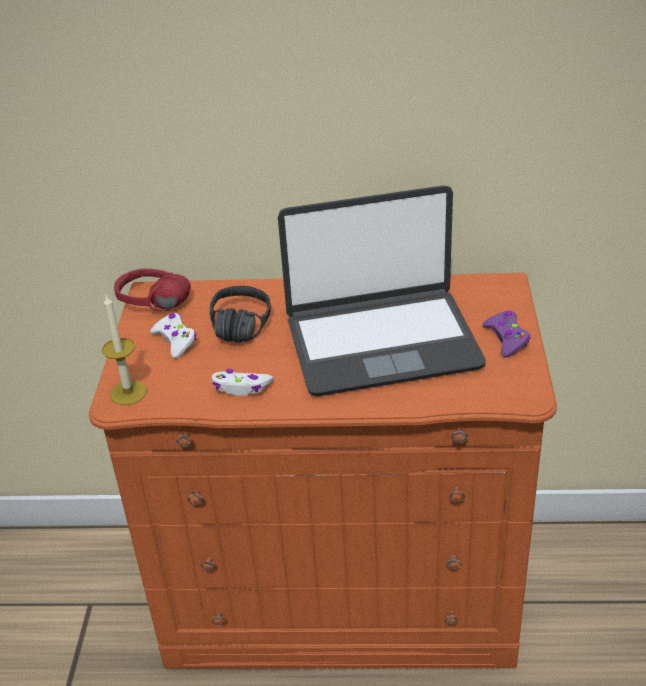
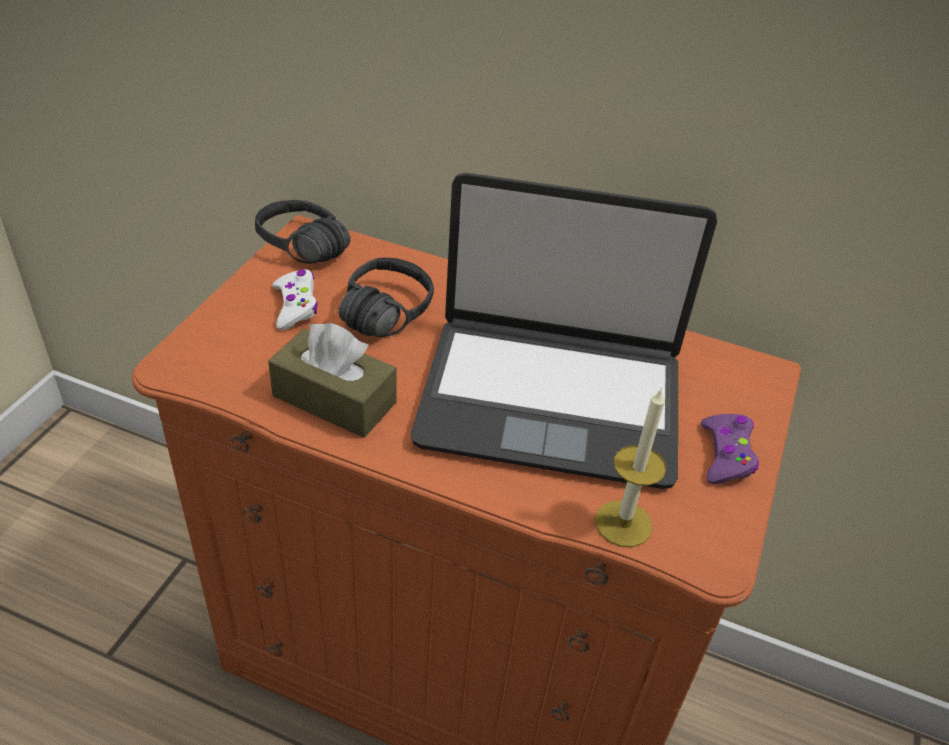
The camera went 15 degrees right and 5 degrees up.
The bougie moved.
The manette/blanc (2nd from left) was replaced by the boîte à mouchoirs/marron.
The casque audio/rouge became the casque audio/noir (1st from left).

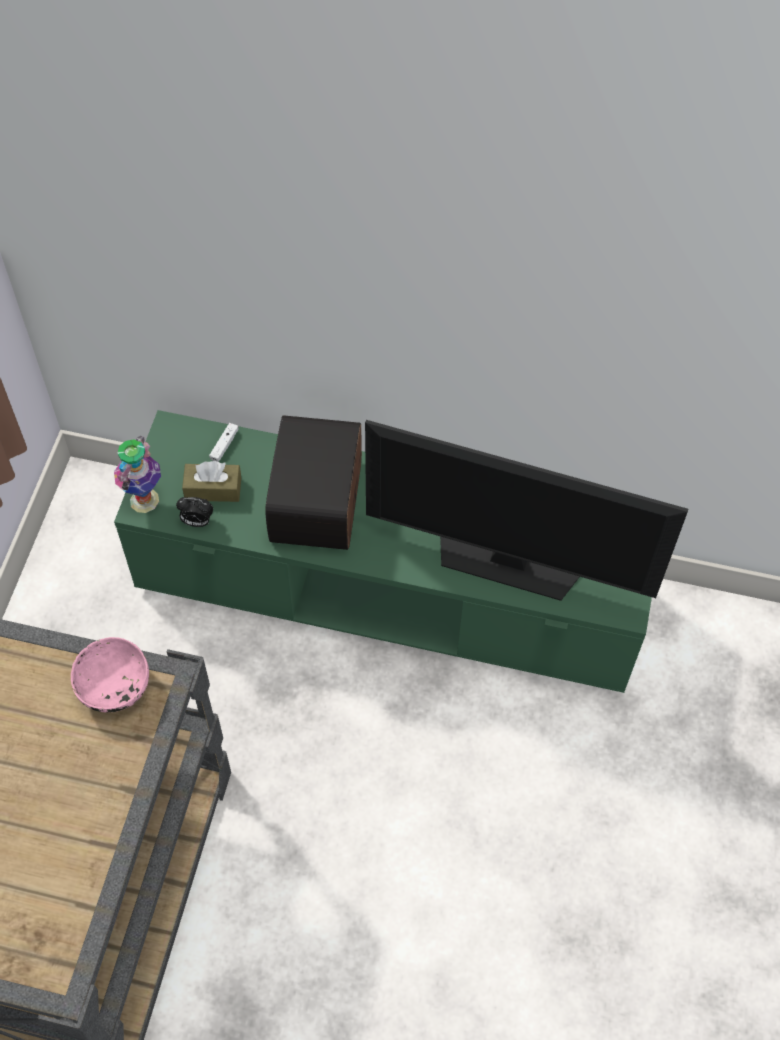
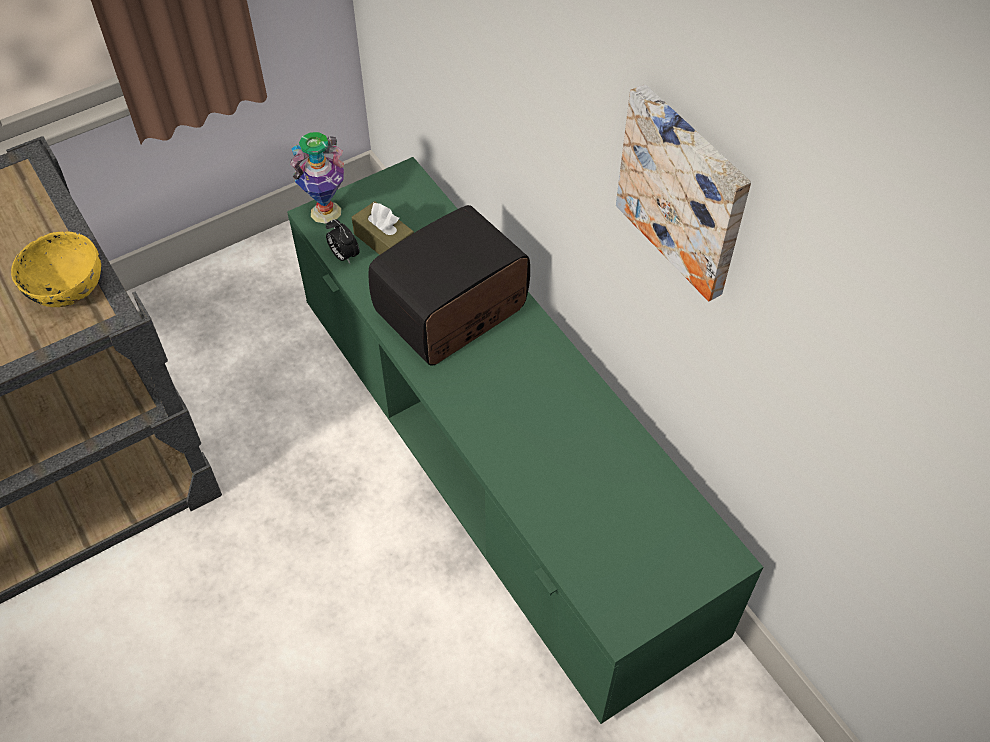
The camera went 45 degrees right and 5 degrees down.
The manette/blanc disappeared.
The téléviseur disappeared.
The tableau appeared.
The bol/rose became the bol/jaune.

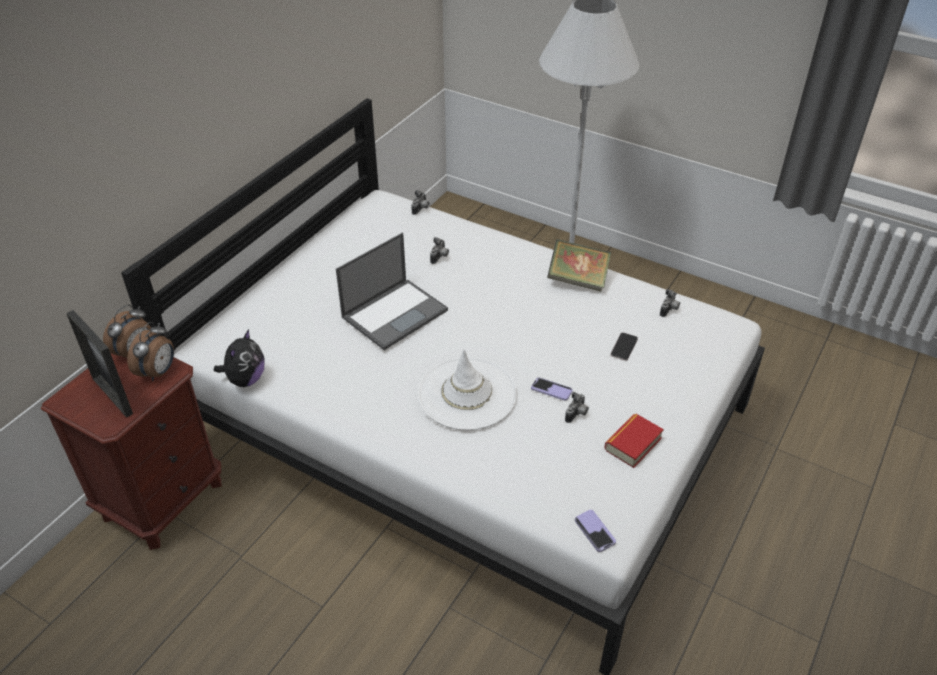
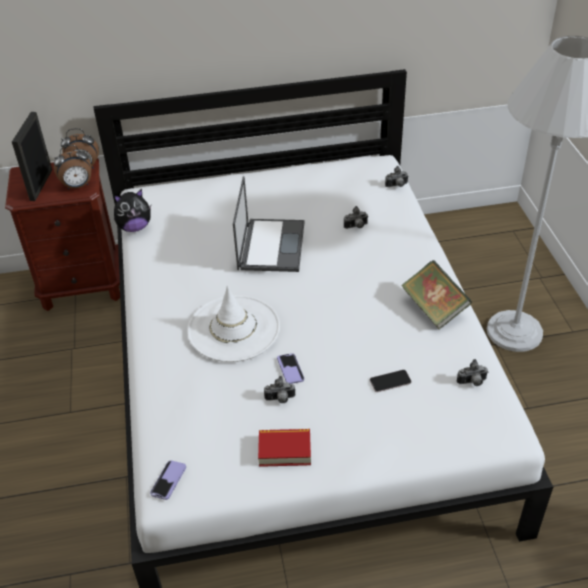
The camera went 50 degrees right and 0 degrees up.
The ordinateur portable turned 90 degrees counterclockwise.

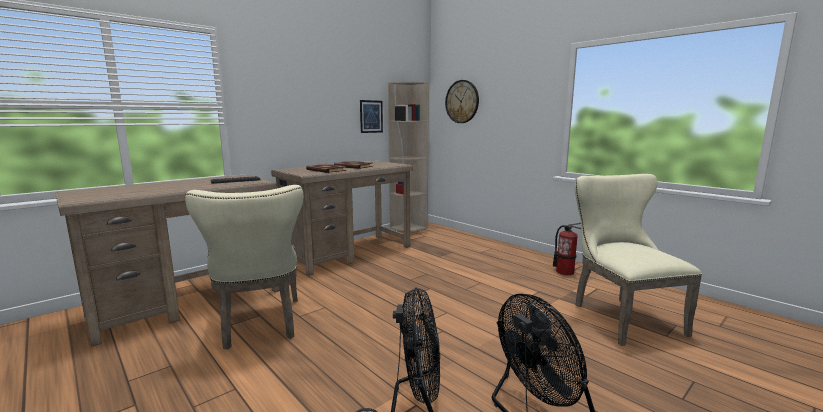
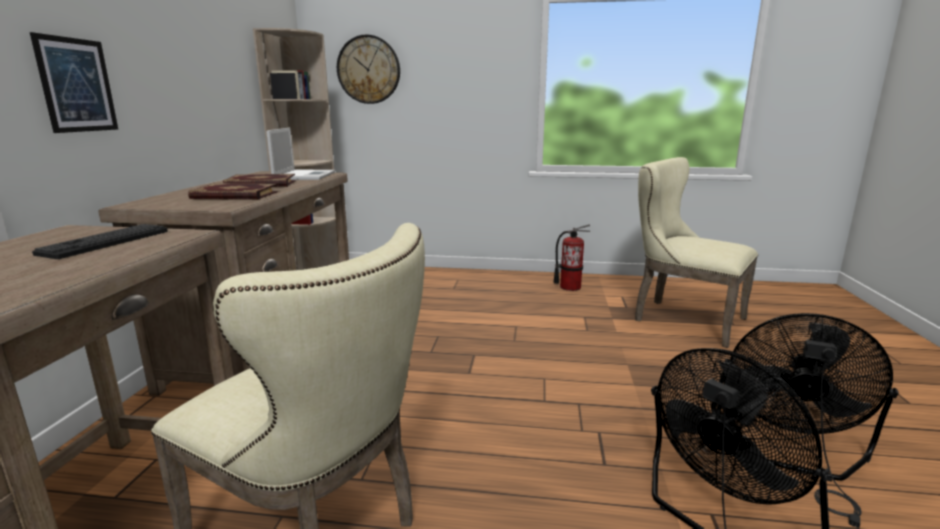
The camera went 40 degrees left and 5 degrees up.
The ordinateur portable appeared.
The tableau moved.

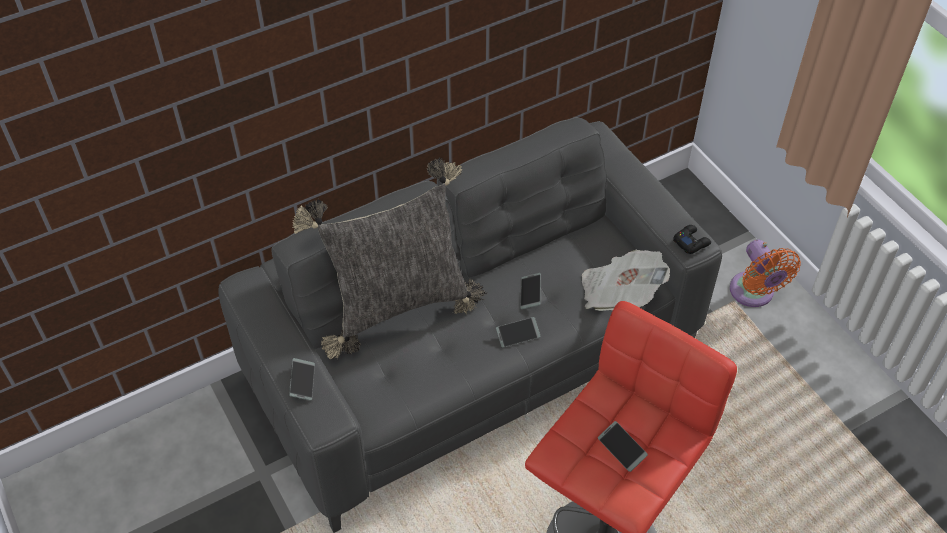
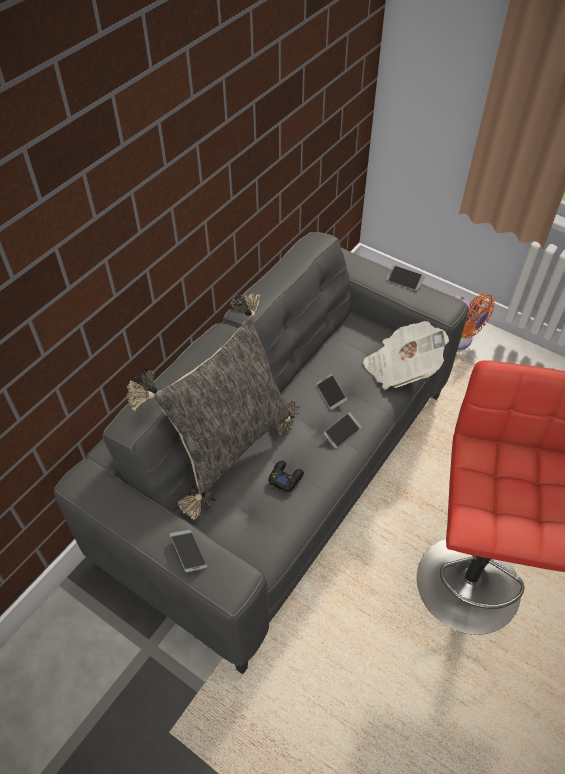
The camera went 25 degrees left and 0 degrees up.
The téléphone (4th from left) moved.
The manette/noir moved.

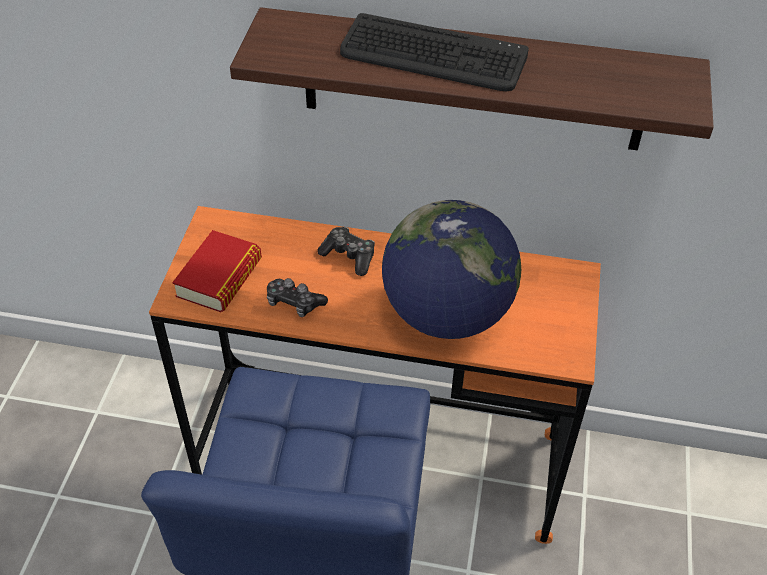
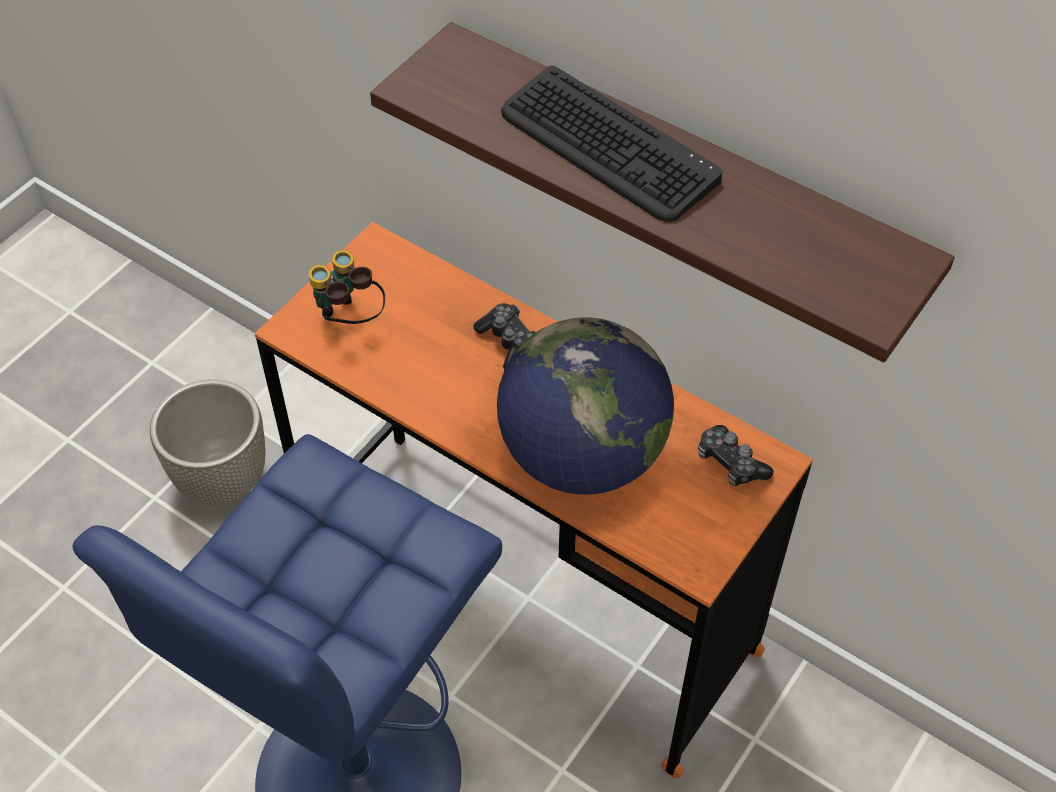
The camera went 25 degrees right and 5 degrees up.
The cache-pot/gris appeared.
The manette (1st from left in the first image) moved.
The livre was replaced by the jumelles.

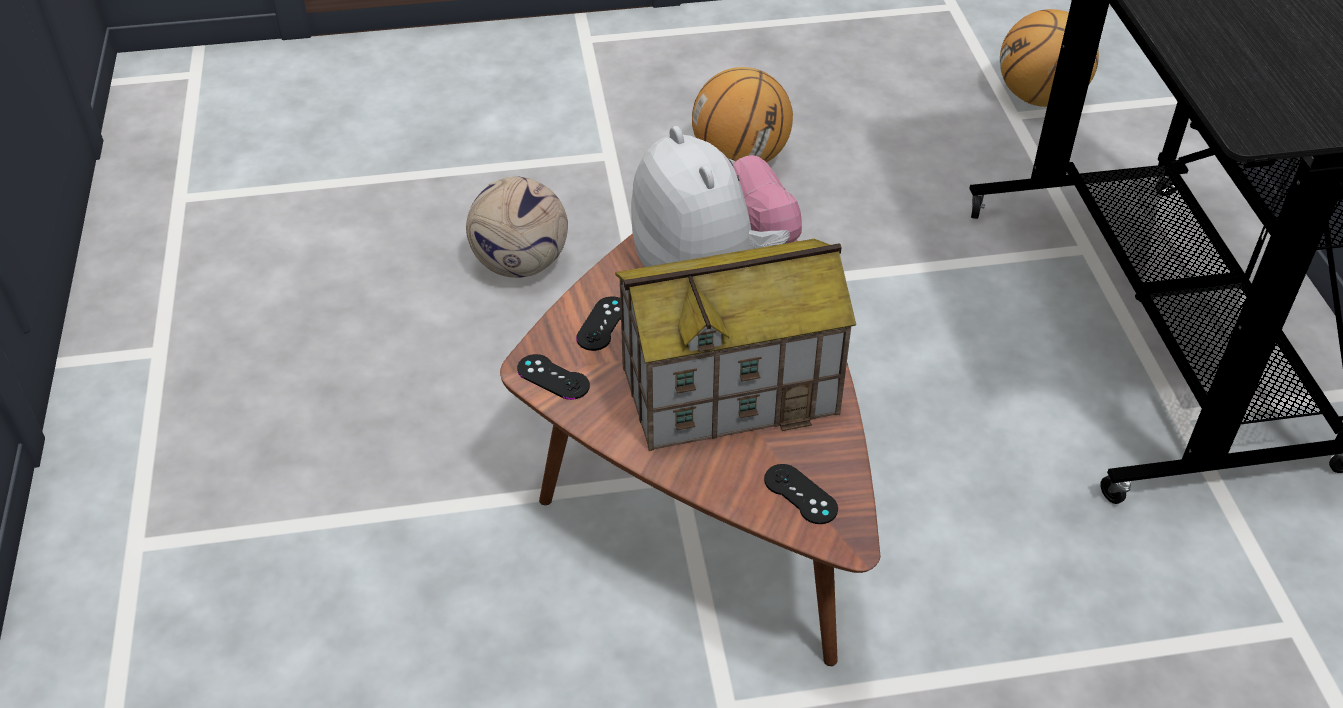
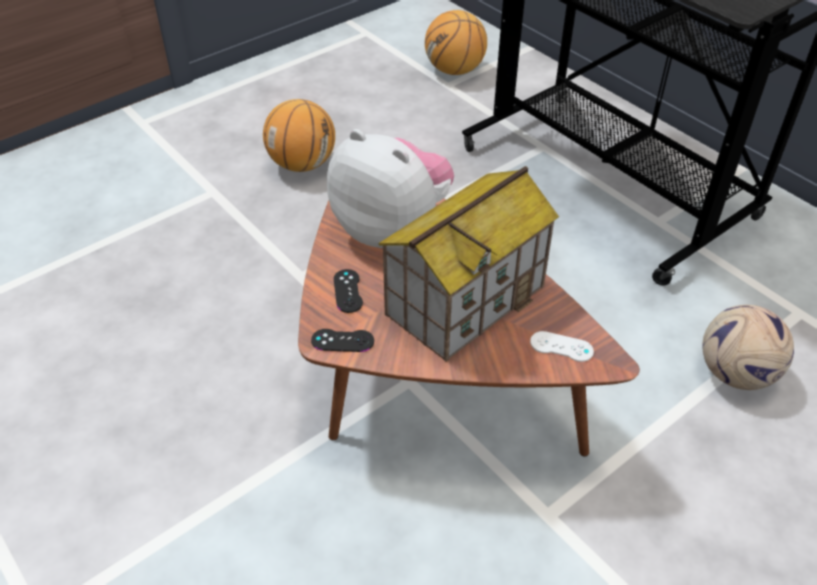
The camera went 30 degrees left and 0 degrees up.
The ballon de foot moved.
The manette/noir (3rd from left) became the manette/blanc.

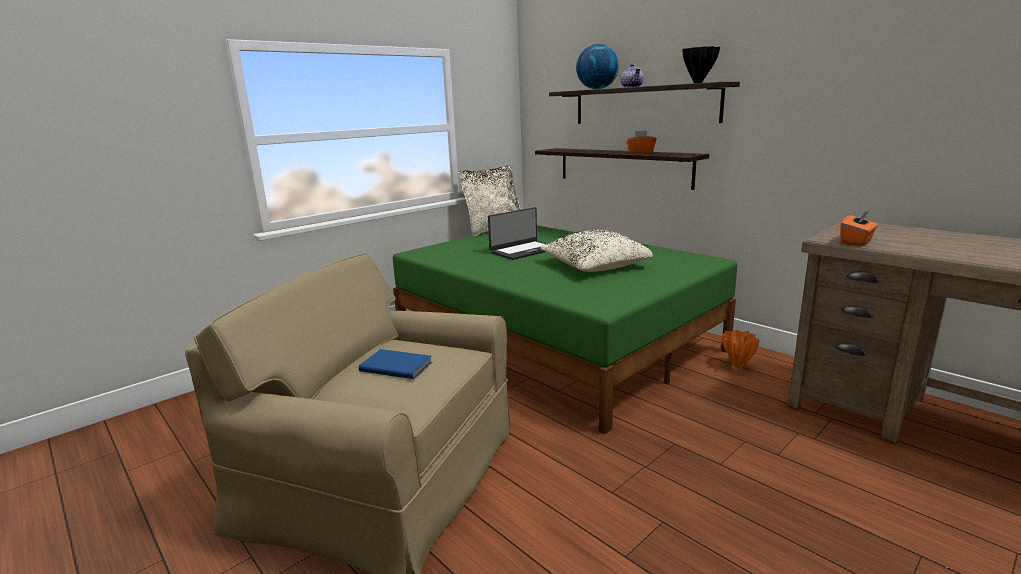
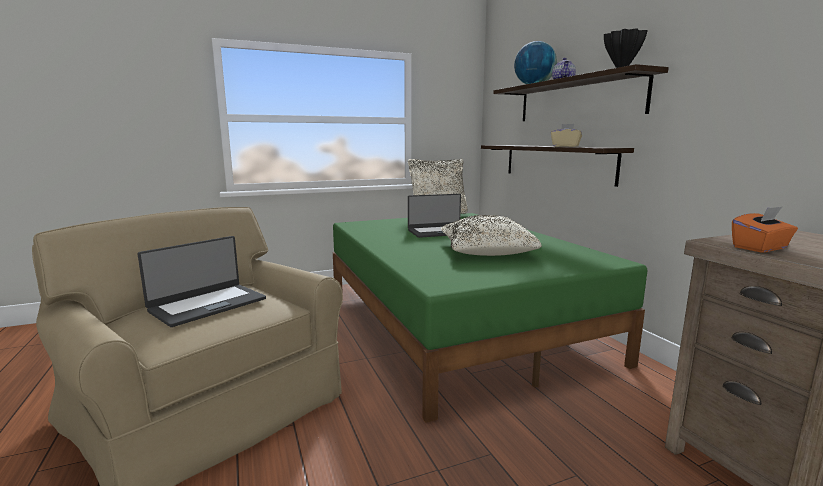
The camera went 20 degrees right and 5 degrees down.
The vase/orange disappeared.
The livre/bleu was replaced by the ordinateur portable (1st from left).
The boîte à mouchoirs/orange (1st from left) became the boîte à mouchoirs/beige.

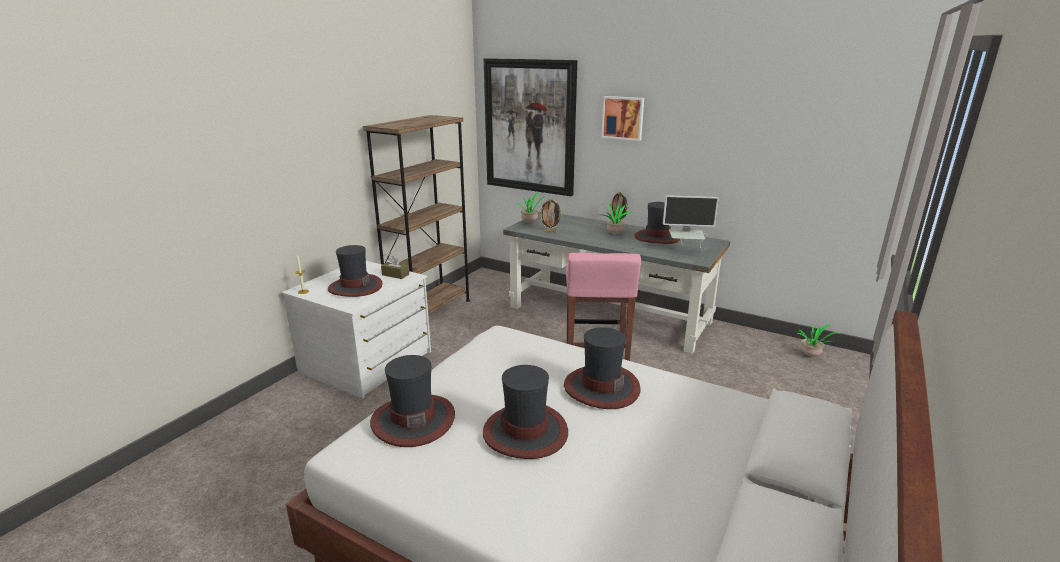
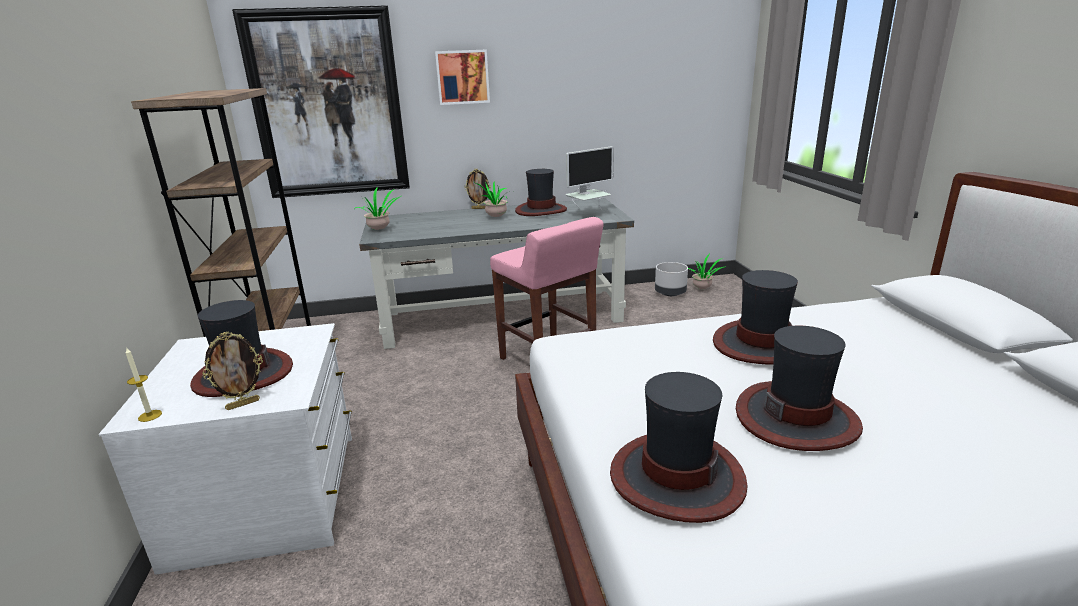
The camera went 40 degrees left and 0 degrees up.
The boîte à mouchoirs/marron disappeared.
The cache-pot/gris appeared.
The cadre photo (1st from left) moved.

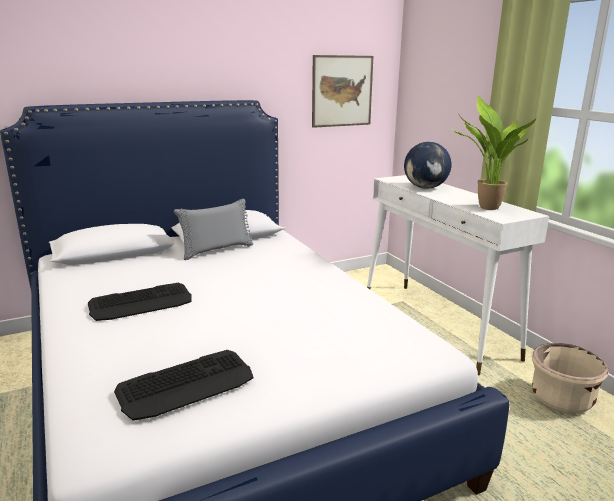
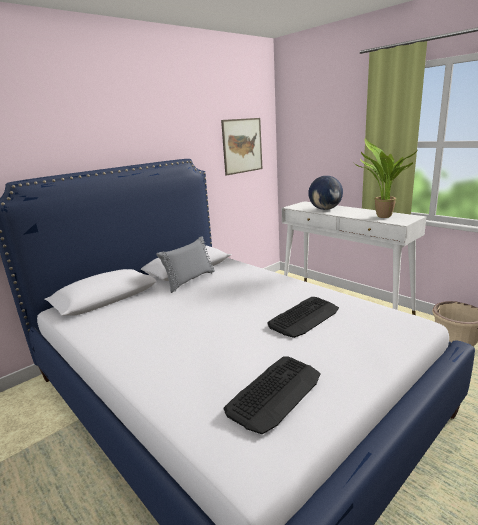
The camera went 15 degrees left and 0 degrees up.
The clavier (1st from left in the first image) moved.

